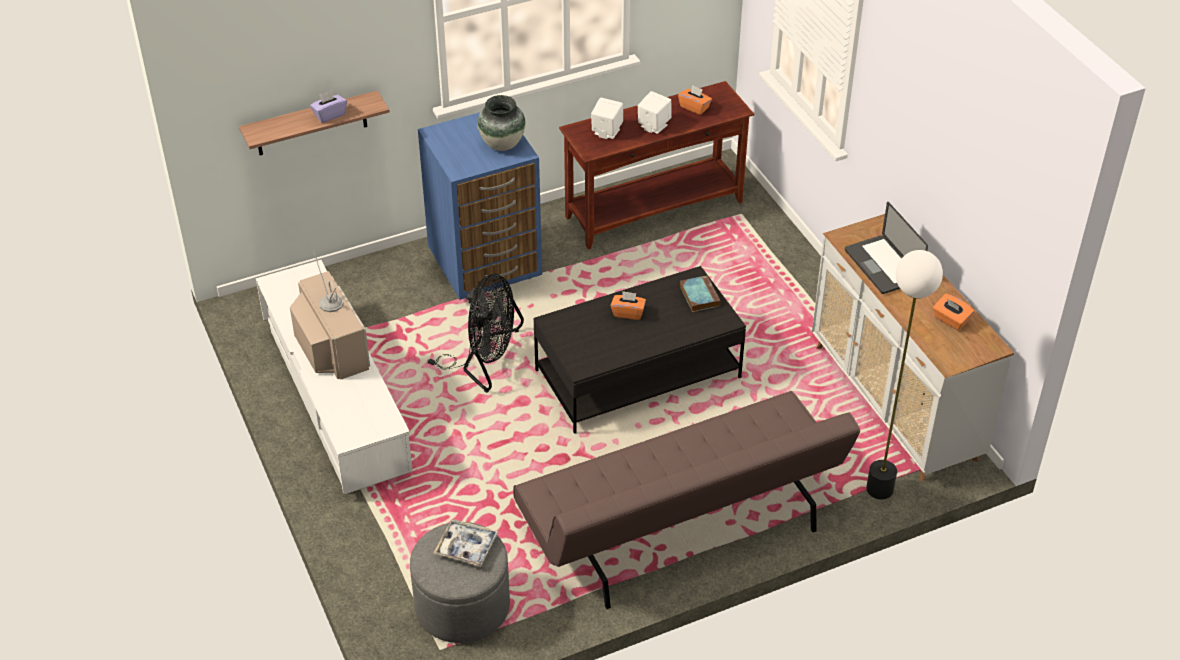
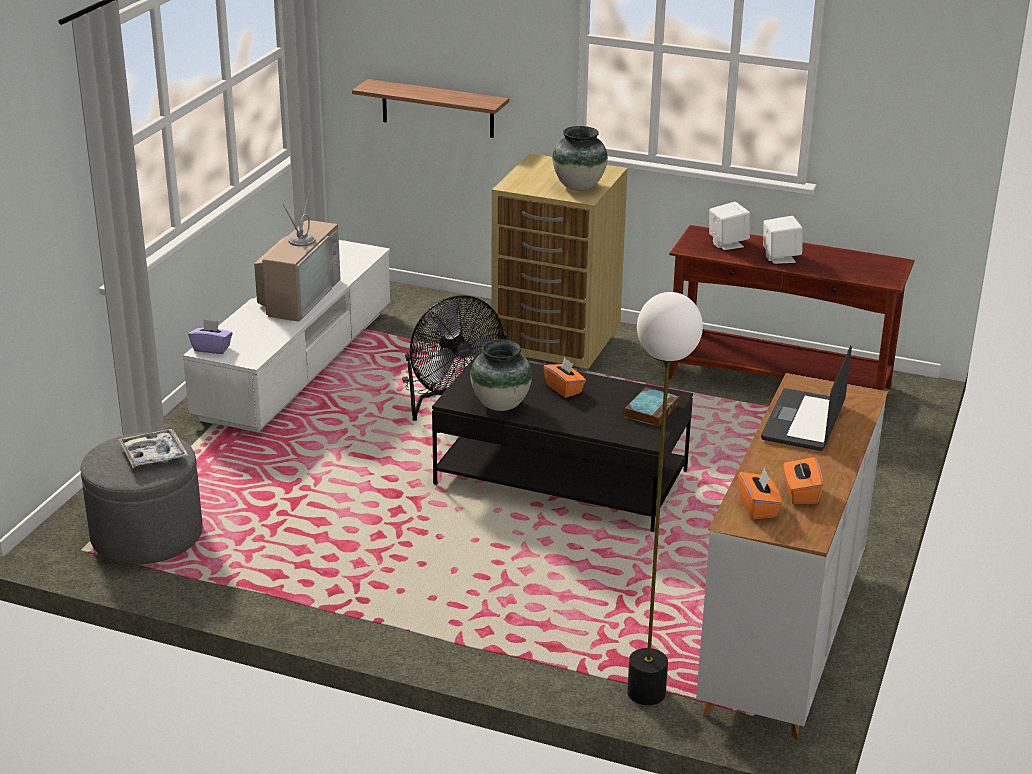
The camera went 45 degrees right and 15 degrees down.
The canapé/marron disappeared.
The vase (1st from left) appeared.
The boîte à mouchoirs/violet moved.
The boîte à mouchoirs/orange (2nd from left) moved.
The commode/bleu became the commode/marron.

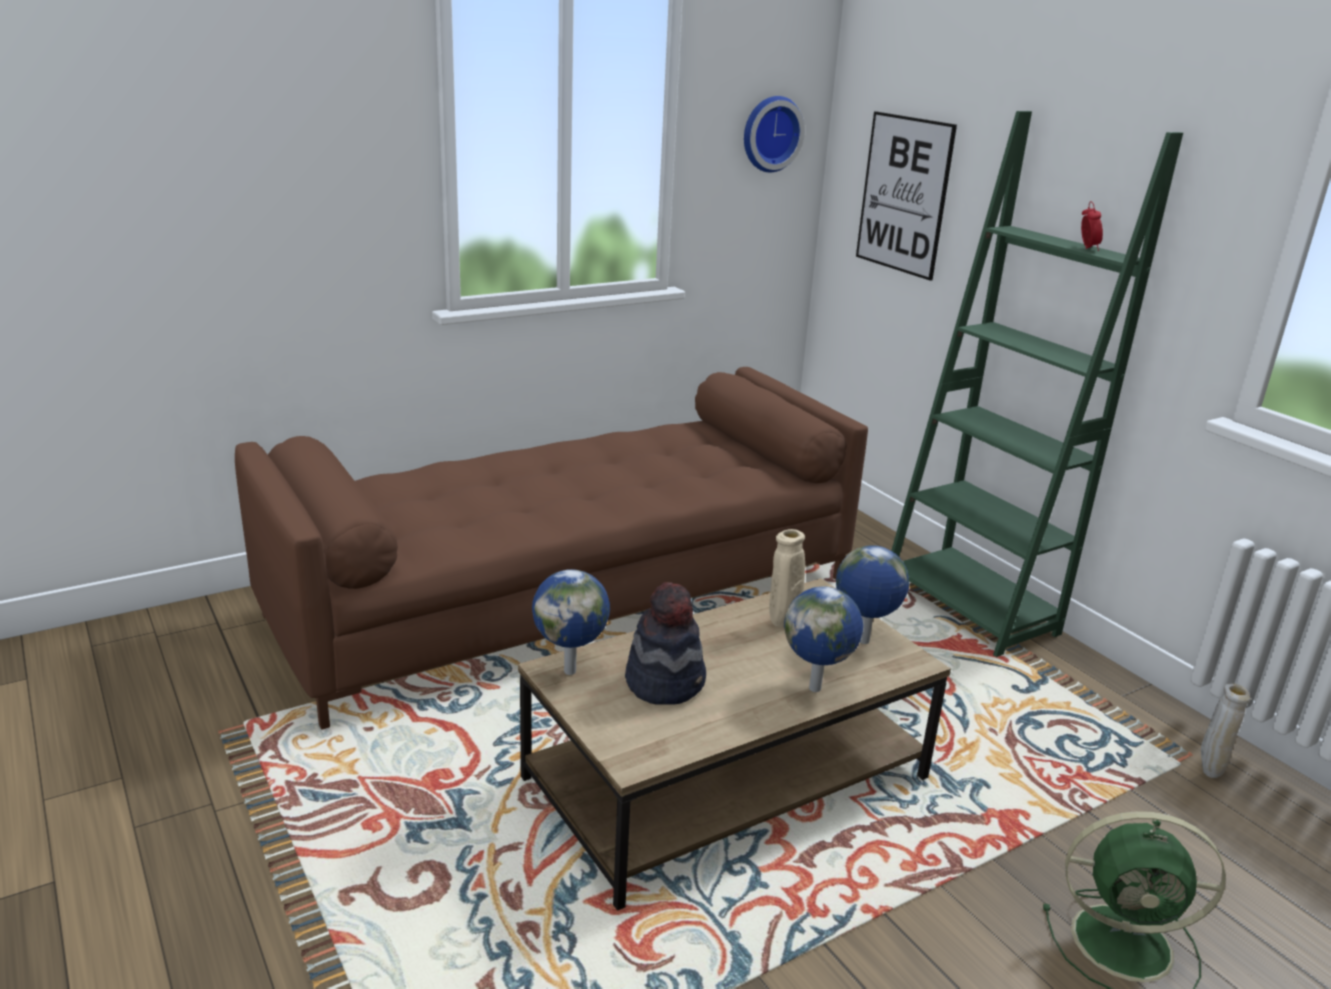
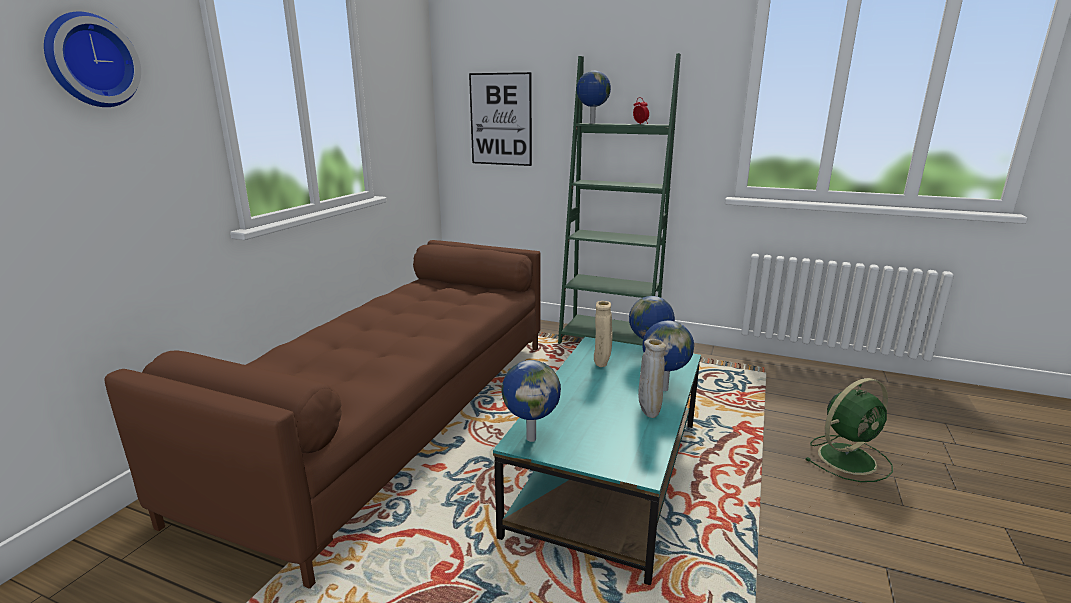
The camera went 35 degrees left and 5 degrees down.
The chapeau disappeared.
The globe (2nd from left) appeared.
The horloge murale moved.
The vase/beige (2nd from left) moved.
The table basse/marron became the table basse/turquoise.

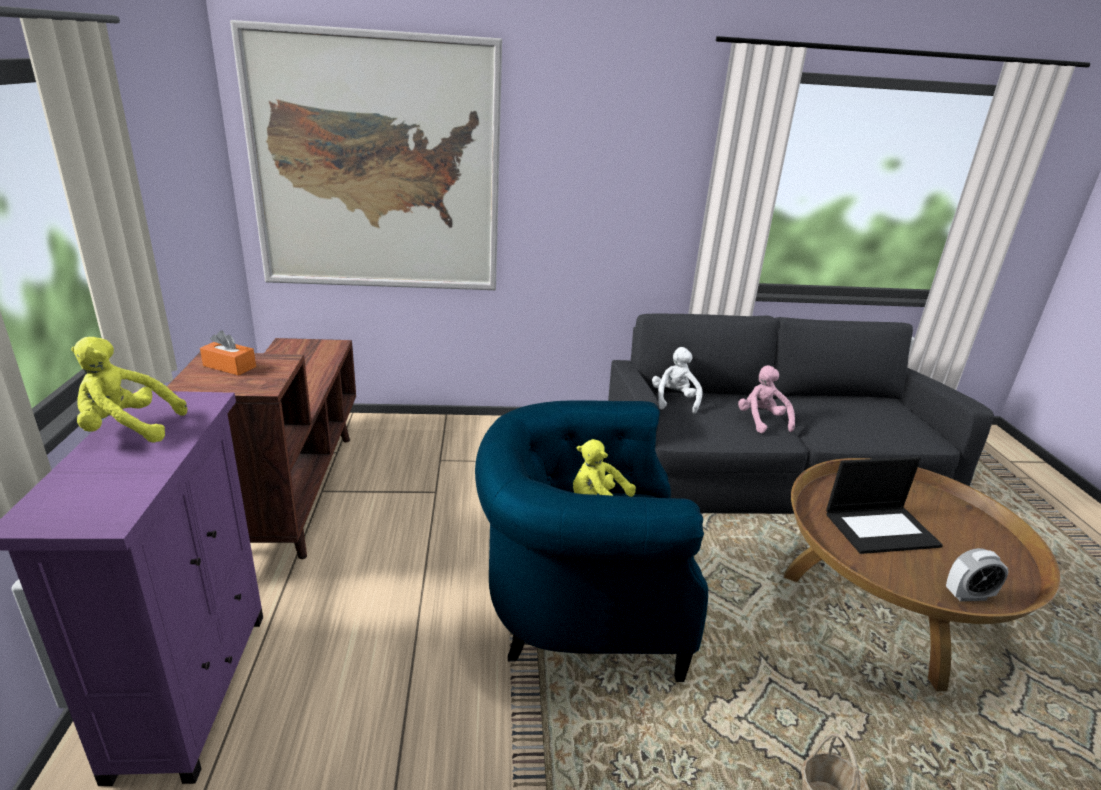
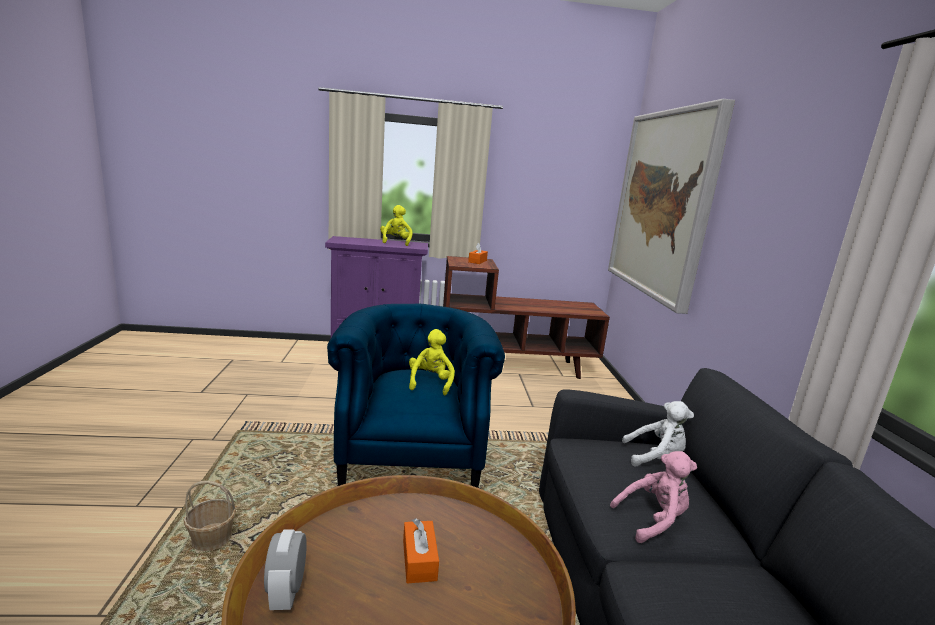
The camera went 90 degrees right and 10 degrees down.
The ordinateur portable was replaced by the boîte à mouchoirs/orange (1st from left).

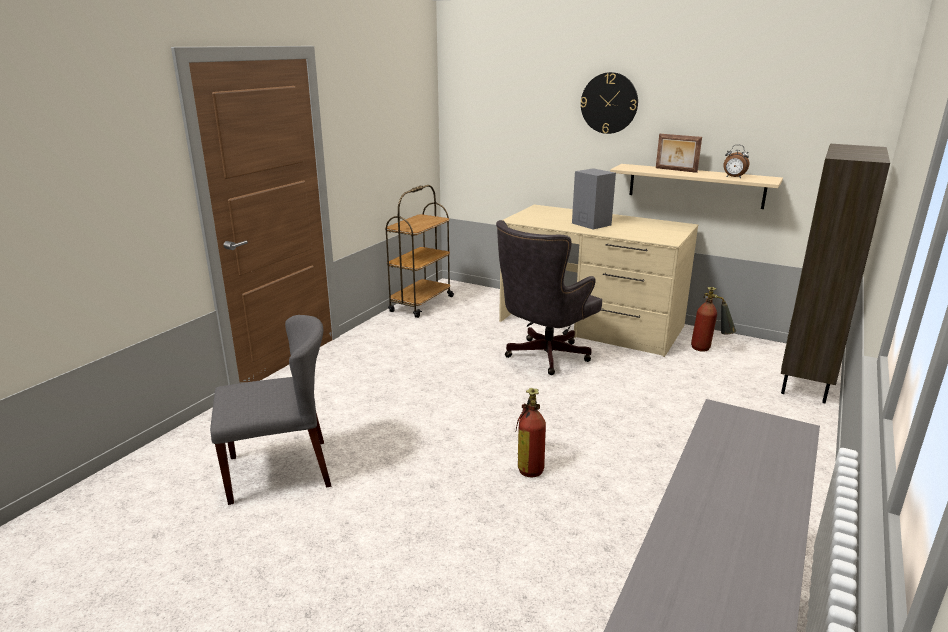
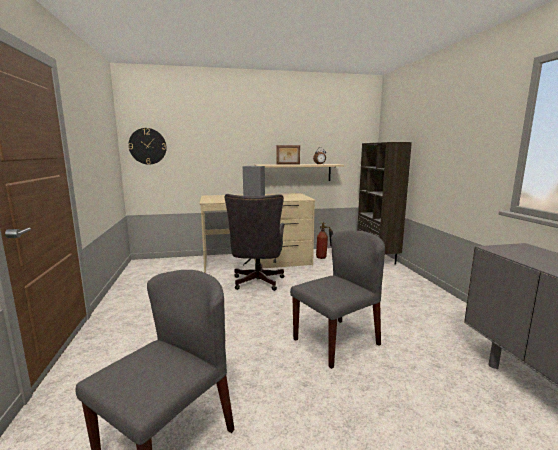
The camera went 40 degrees left and 10 degrees down.
The chariot/marron disappeared.
The horloge murale moved.
The extincteur (1st from left) was replaced by the chaise/gris (2nd from left).

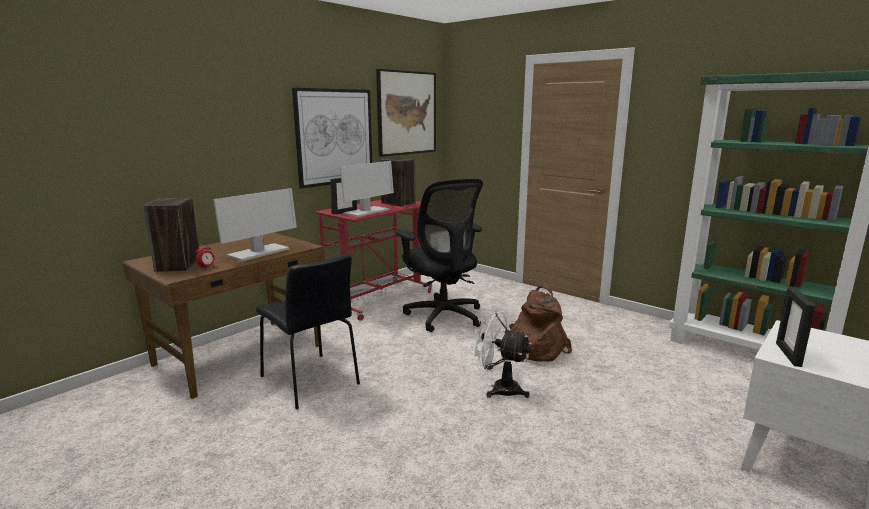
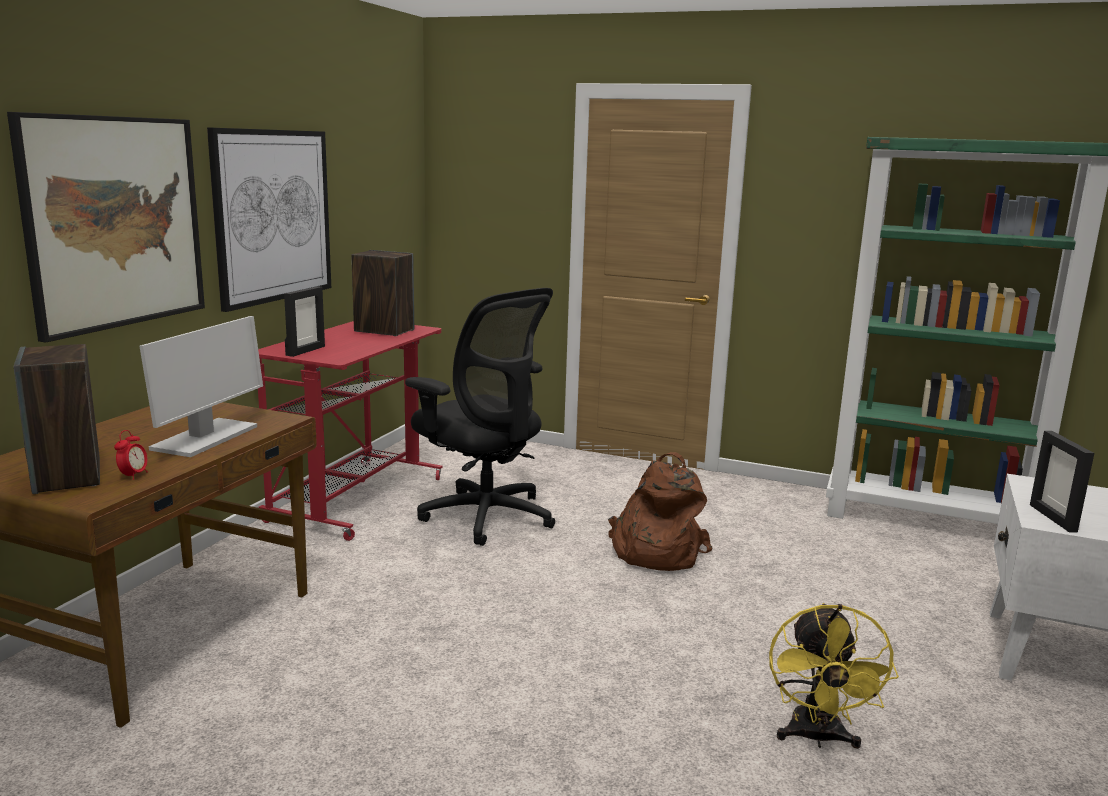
The camera went 20 degrees left and 0 degrees up.
The chaise/noir disappeared.
The écran d'ordinateur (2nd from left) disappeared.
The ventilateur/blanc disappeared.
The ventilateur/jaune appeared.
The tableau (2nd from left in the first image) moved.

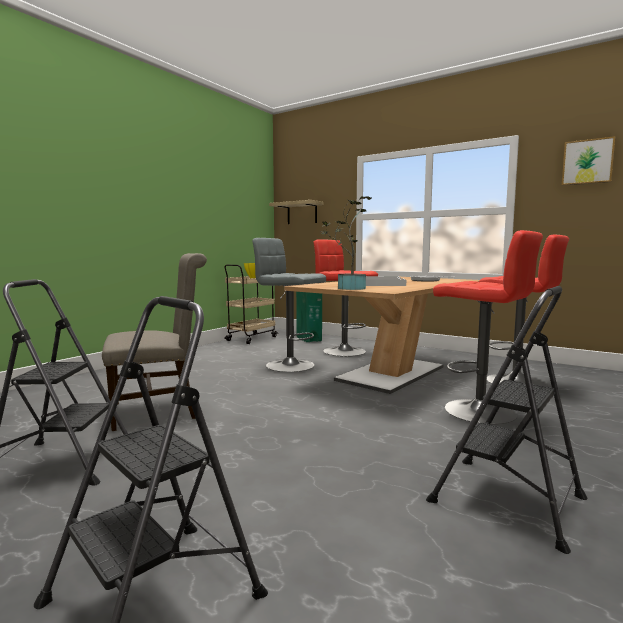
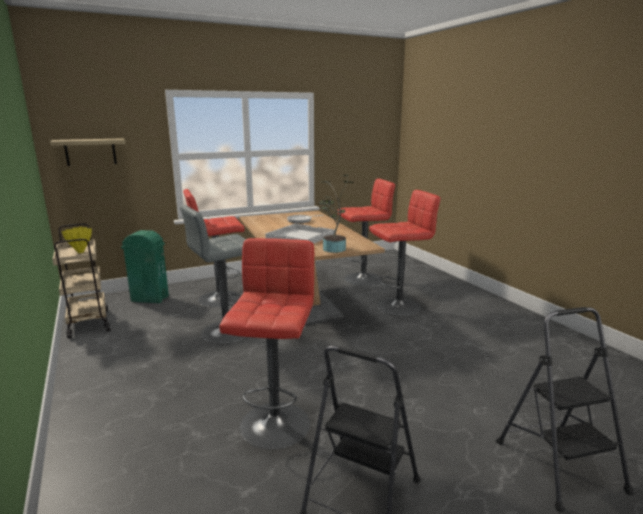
The camera went 60 degrees left and 10 degrees up.
The escabeau/noir (3rd from left) disappeared.
The tableau disappeared.
The chaise/beige was replaced by the tabouret/rouge (2nd from left).

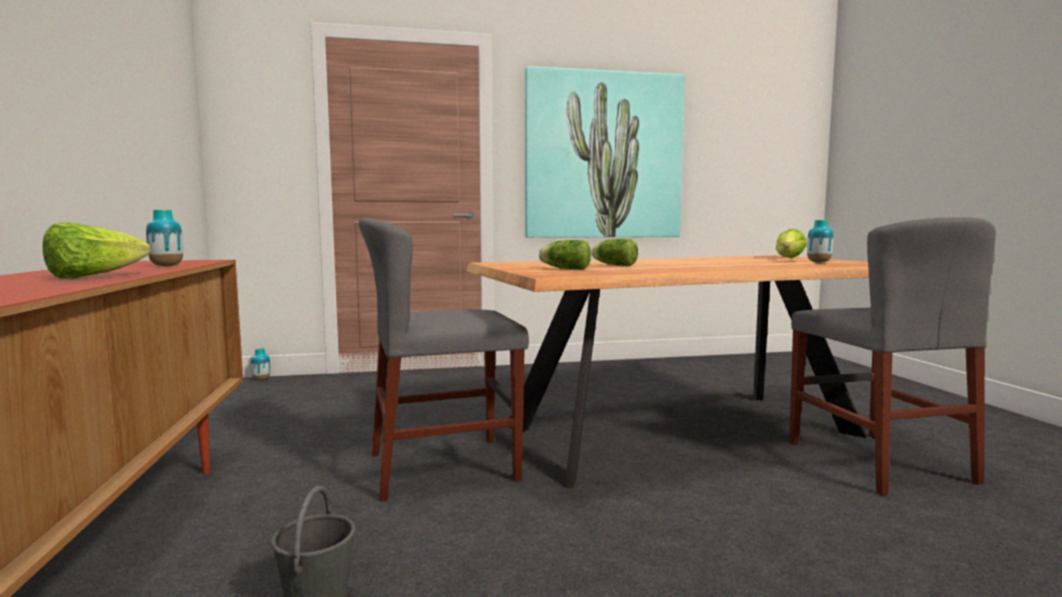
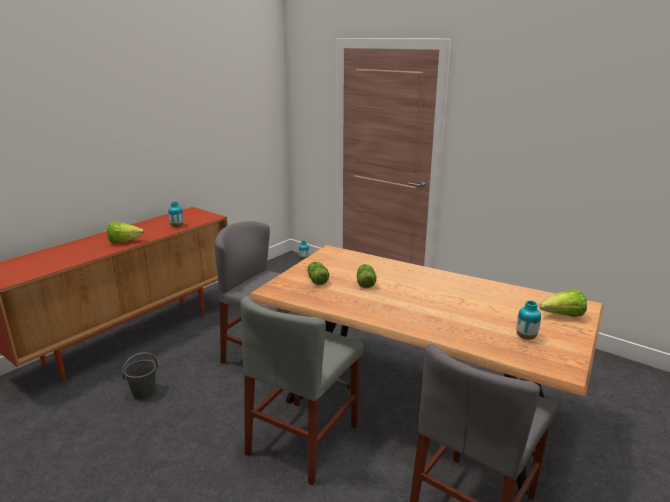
The camera went 50 degrees right and 15 degrees up.
The tableau disappeared.
The chaise/gris (2nd from left) appeared.

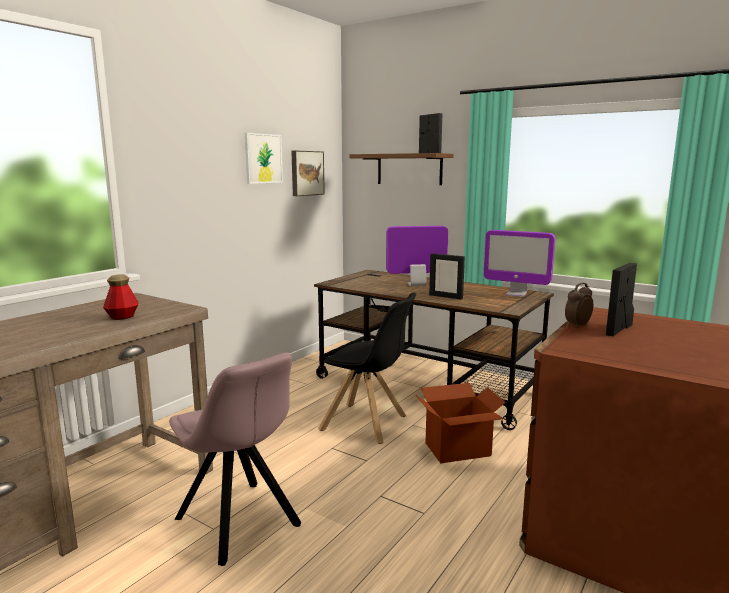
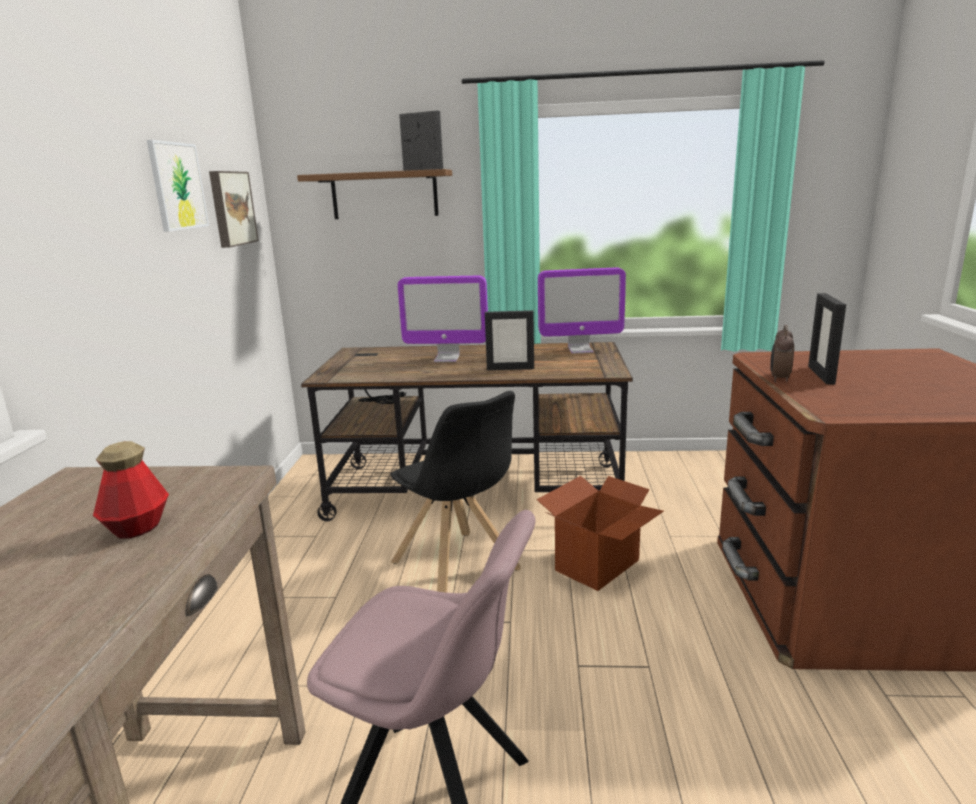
The camera went 30 degrees left and 5 degrees up.
The chaise/noir turned 60 degrees clockwise.
The écran d'ordinateur (1st from left) turned 135 degrees counterclockwise.

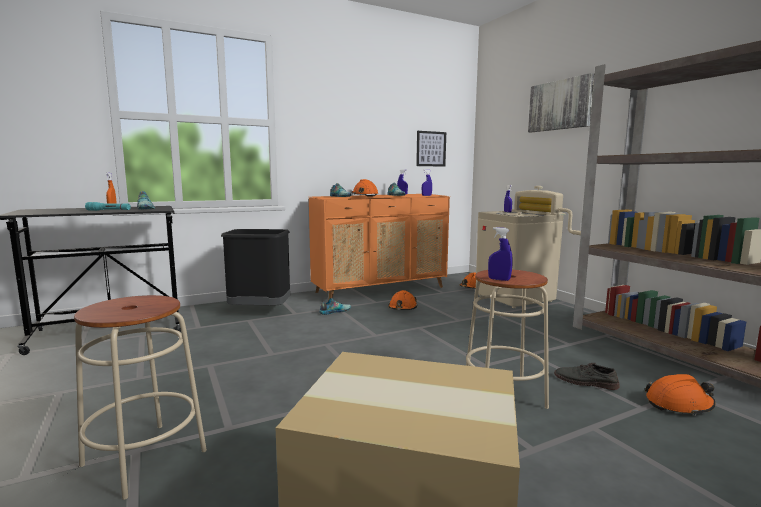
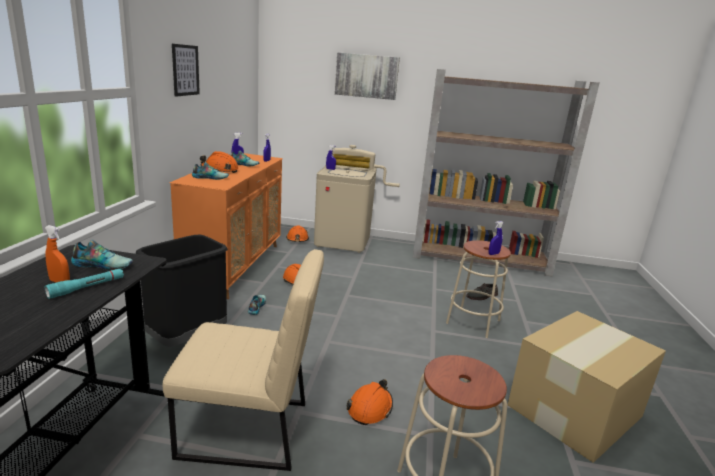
The camera went 55 degrees left and 10 degrees up.
The chaise/beige appeared.
The tableau (1st from left) moved.
The casque de chantier/orange (4th from left) moved.

